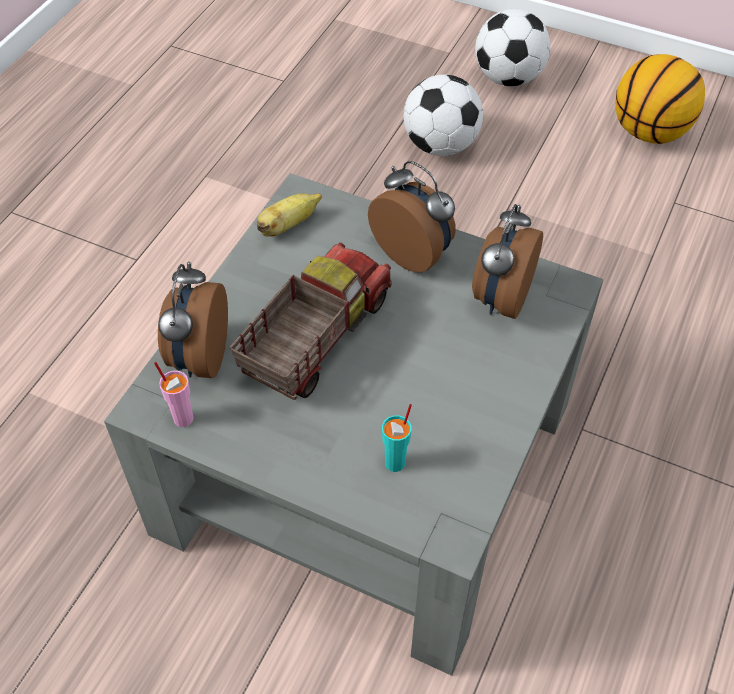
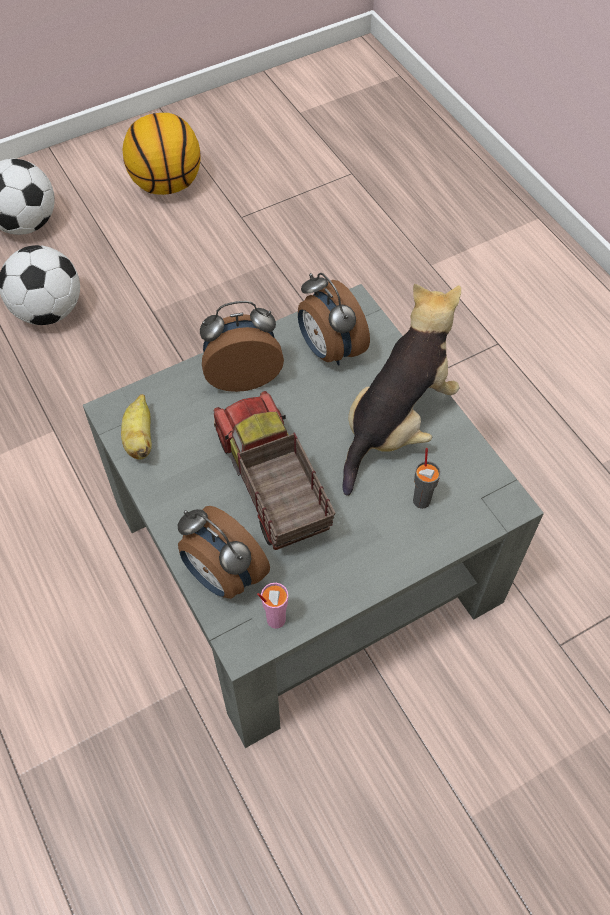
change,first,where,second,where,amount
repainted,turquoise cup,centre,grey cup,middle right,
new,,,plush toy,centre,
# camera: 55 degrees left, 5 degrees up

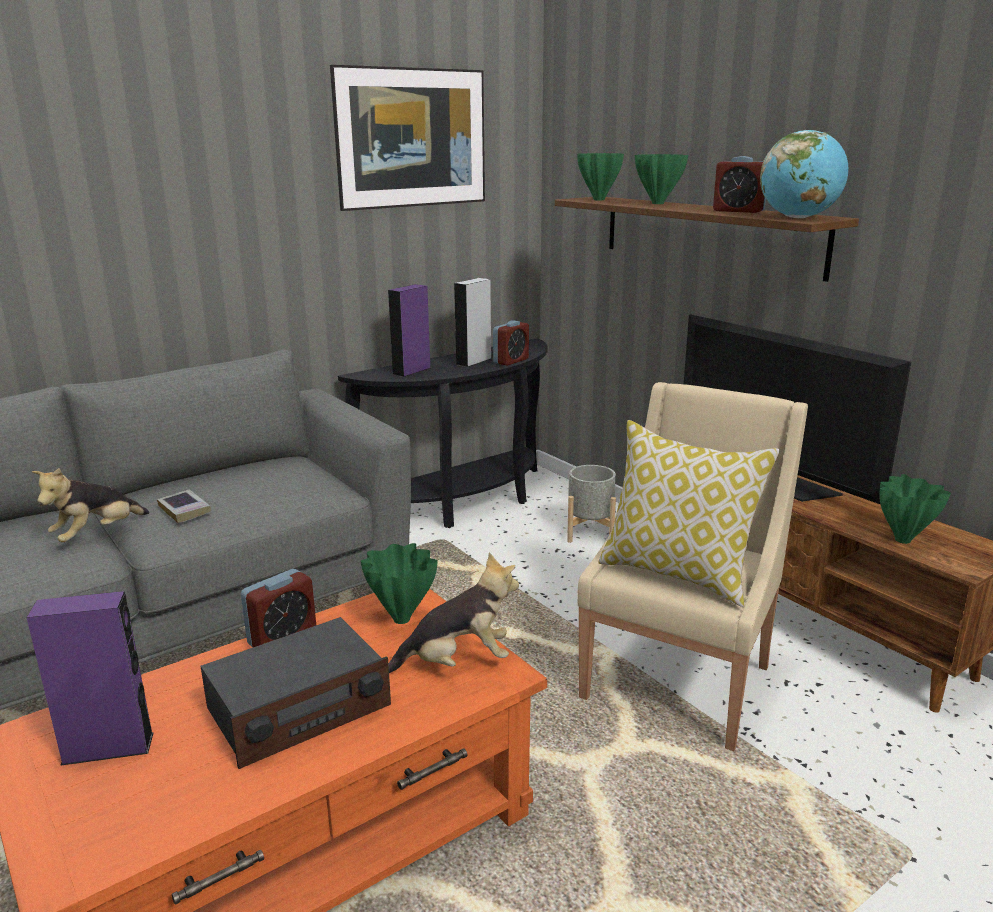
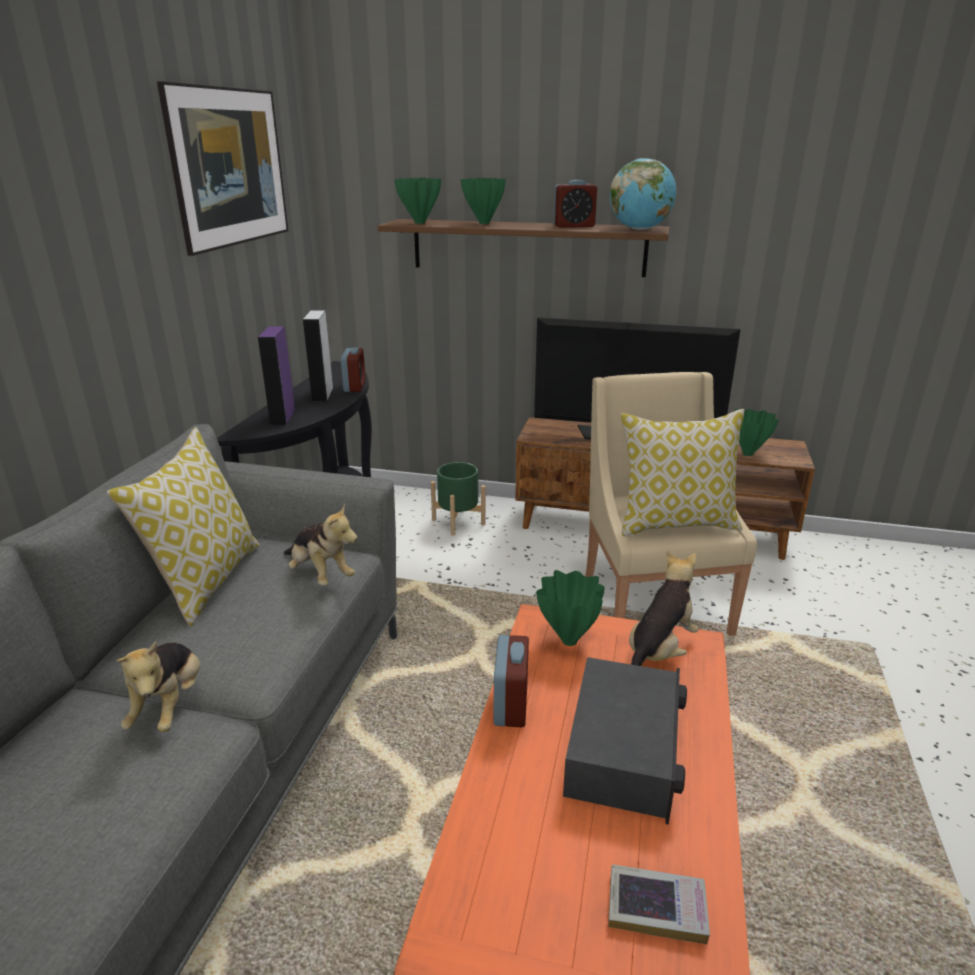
change,first,where,second,where,amount
repainted,grey planter,centre,green planter,centre,
shifted,book,middle left,,bottom right,
gone,purple speaker (no. 1 from left),bottom left,,,
new,,,pillow (no. 1 from left),middle left,
new,,,plush toy (no. 2 from left),middle left,
# camera: 40 degrees left, 5 degrees up

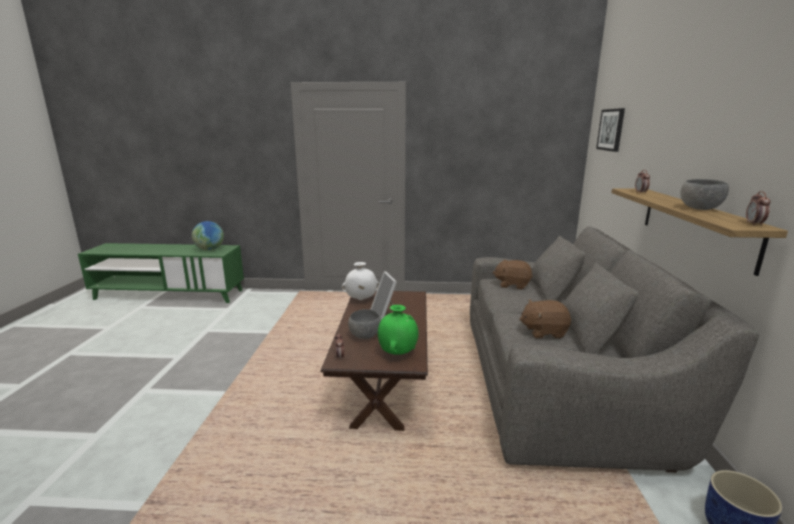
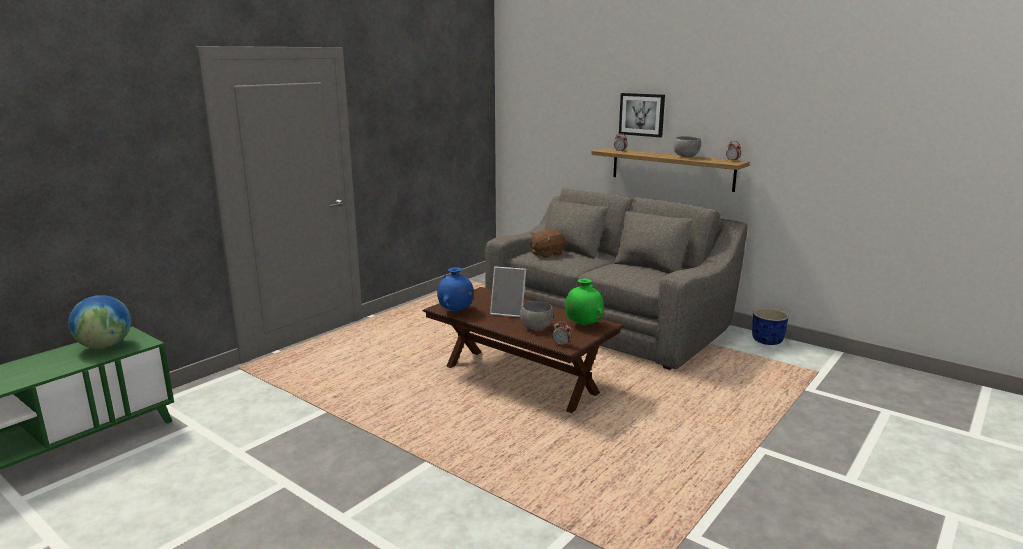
change,first,where,second,where,amount
shifted,picture,top right,,top centre,
repainted,white vase,centre,blue vase,centre,
gone,brown plush toy (no. 2 from left),middle right,,,
# camera: 55 degrees left, 0 degrees up

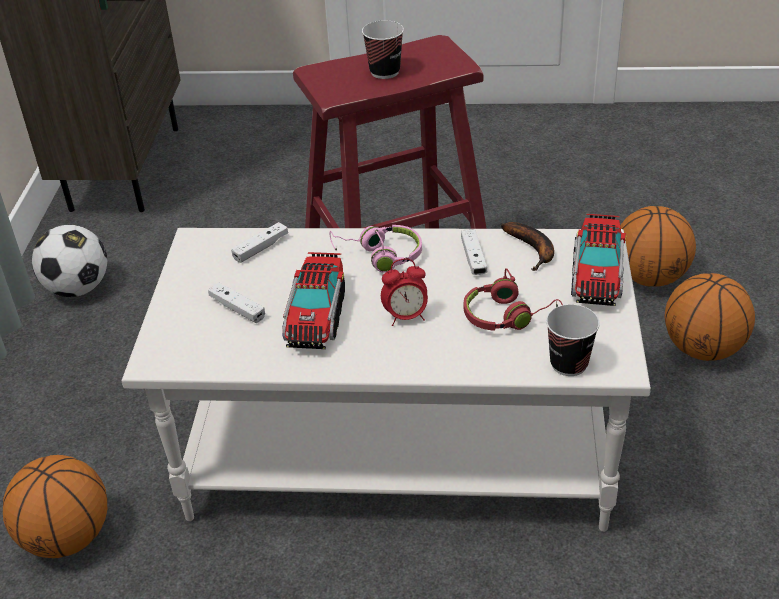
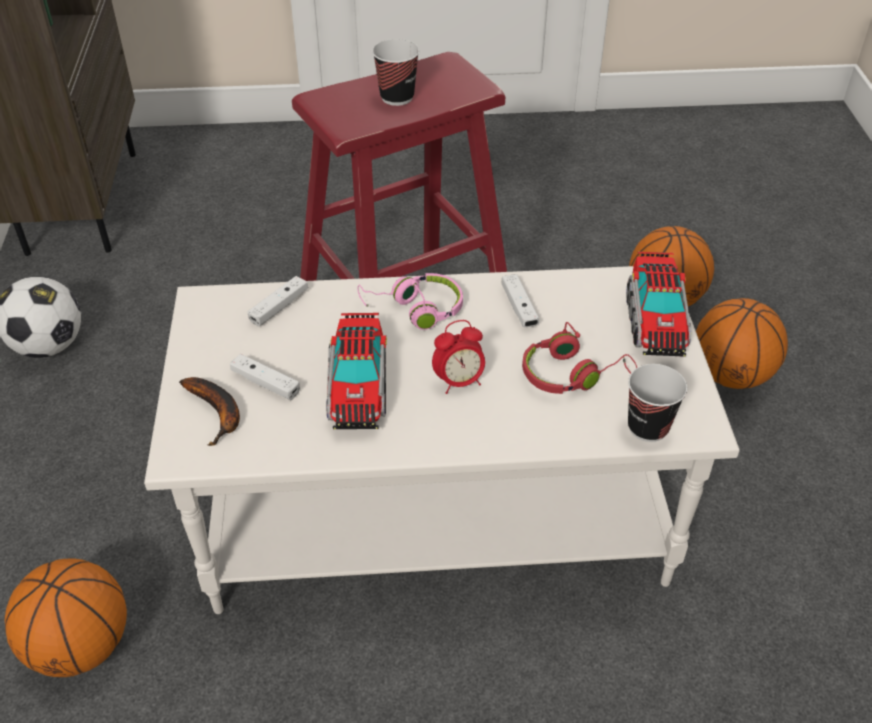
change,first,where,second,where,amount
shifted,banana,middle right,,middle left,
# camera: 10 degrees left, 5 degrees up

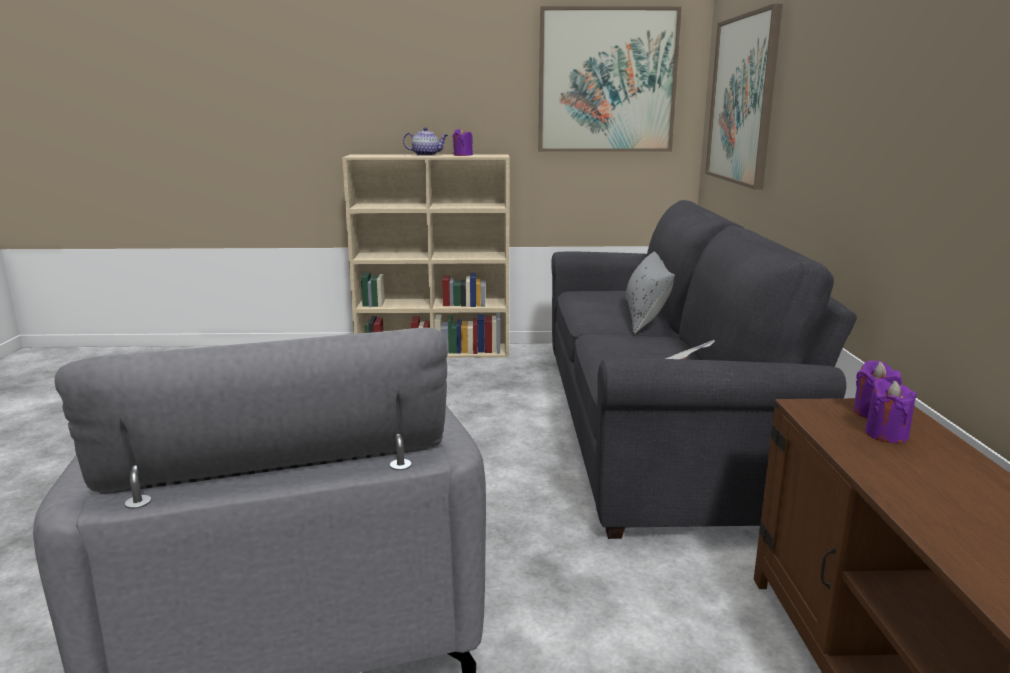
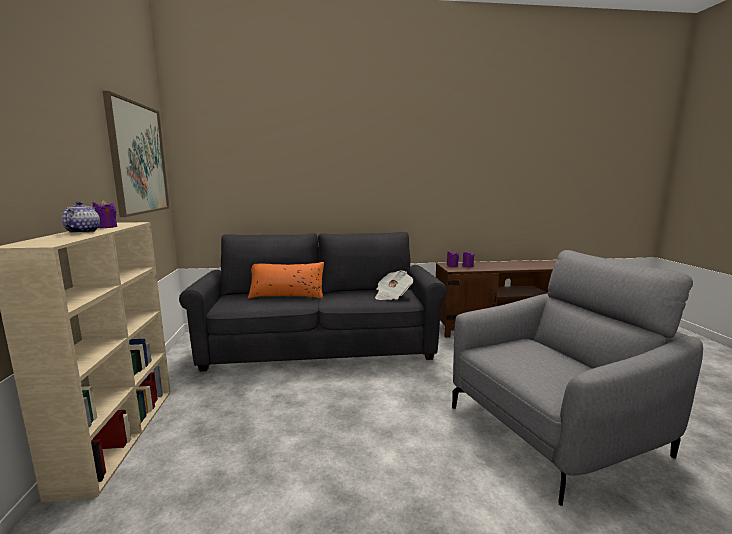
change,first,where,second,where,amount
gone,picture (no. 2 from left),top right,,,
repainted,grey pillow,centre,orange pillow,centre,
# camera: 95 degrees left, 5 degrees down

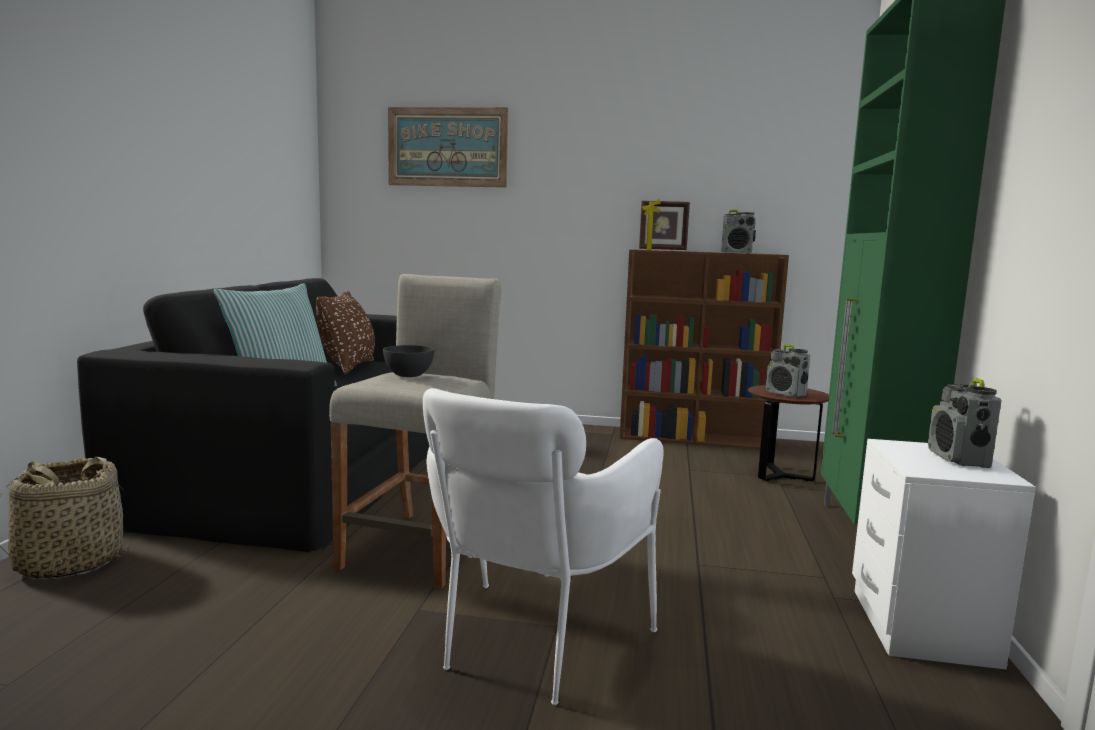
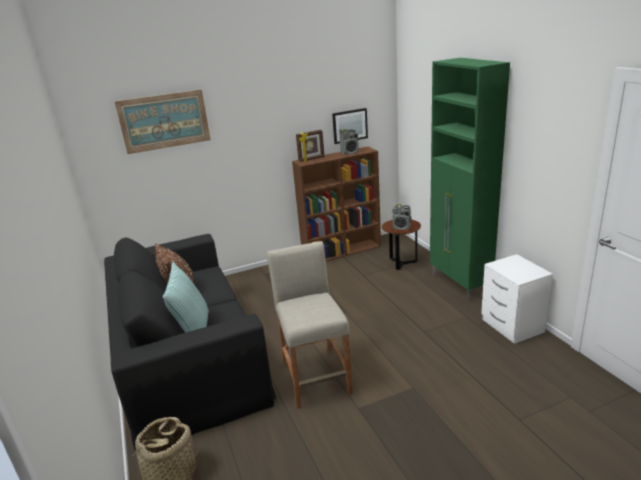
change,first,where,second,where,amount
gone,grey bowl,centre,,,
gone,radio (no. 3 from left),middle right,,,
gone,white armchair,bottom centre,,,
new,,,picture (no. 2 from left),top centre,
# camera: 30 degrees left, 15 degrees up

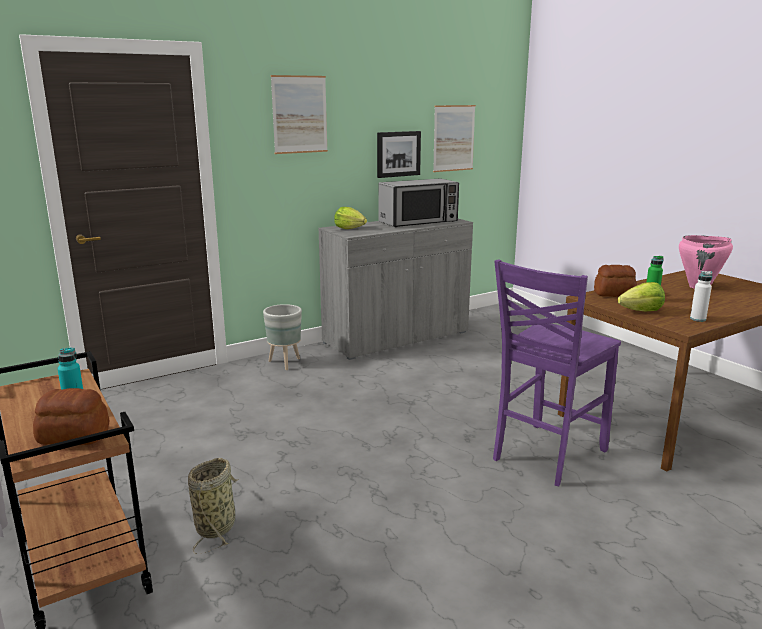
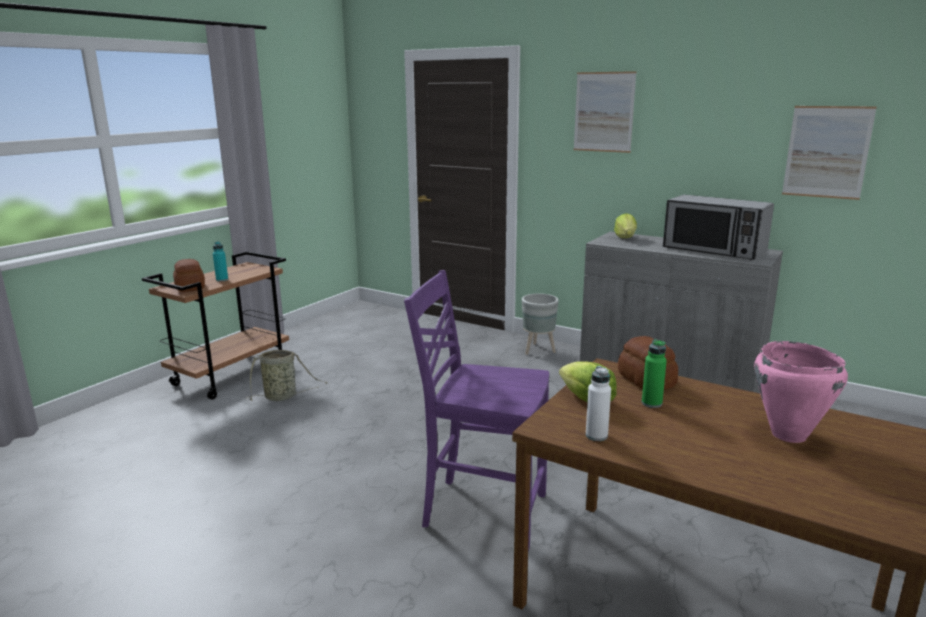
change,first,where,second,where,amount
gone,picture (no. 2 from left),top centre,,,
# camera: 65 degrees right, 0 degrees up

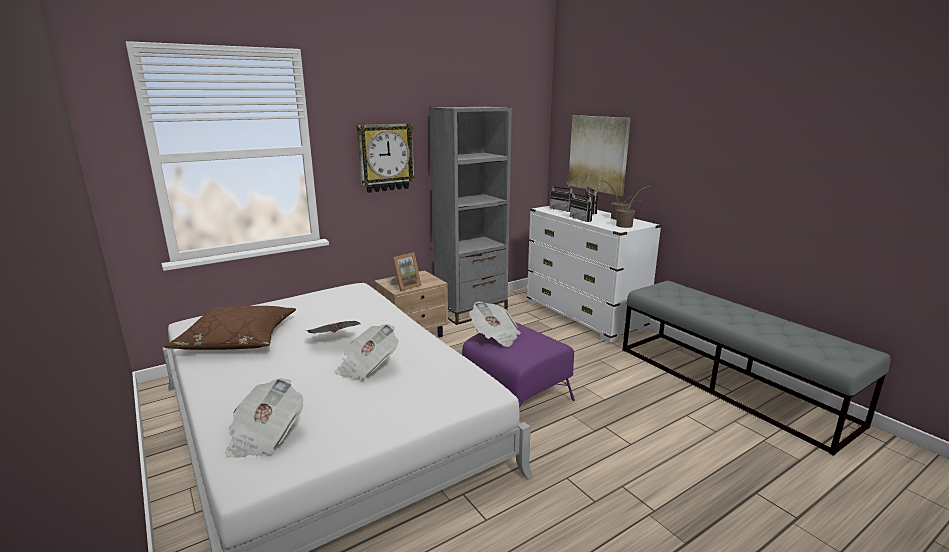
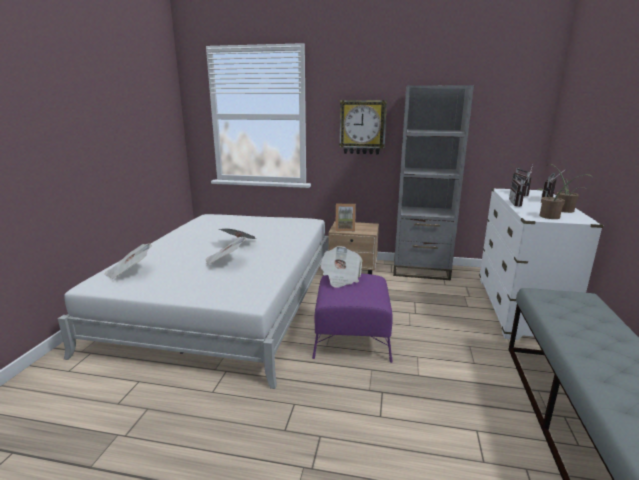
change,first,where,second,where,amount
gone,picture,top centre,,,
gone,brown pillow,middle left,,,
# camera: 45 degrees right, 0 degrees up

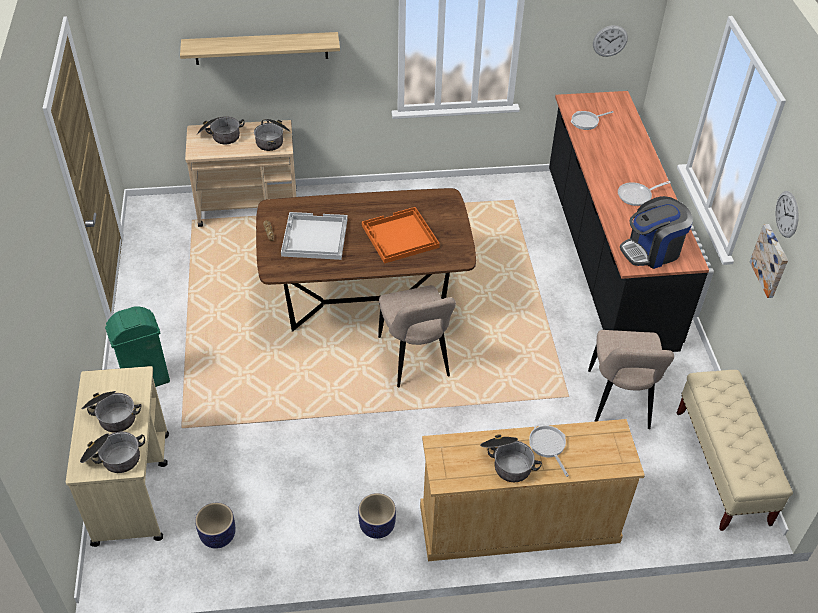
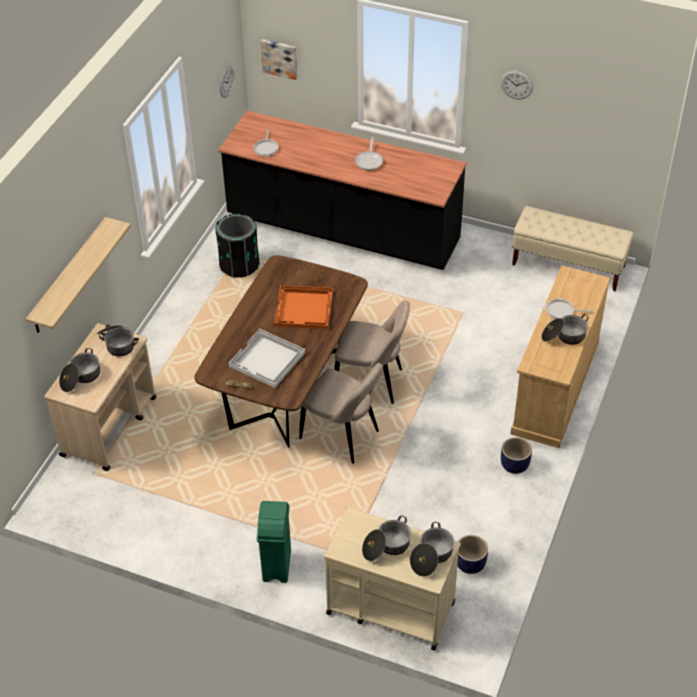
change,first,where,second,where,amount
gone,coffee machine,middle right,,,
shifted,picture,middle right,,top centre,
shifted,beige chair (no. 2 from left in the first image),middle right,beige chair (no. 1 from left),centre,
new,,,black trash can,centre,
# camera: 60 degrees left, 0 degrees up

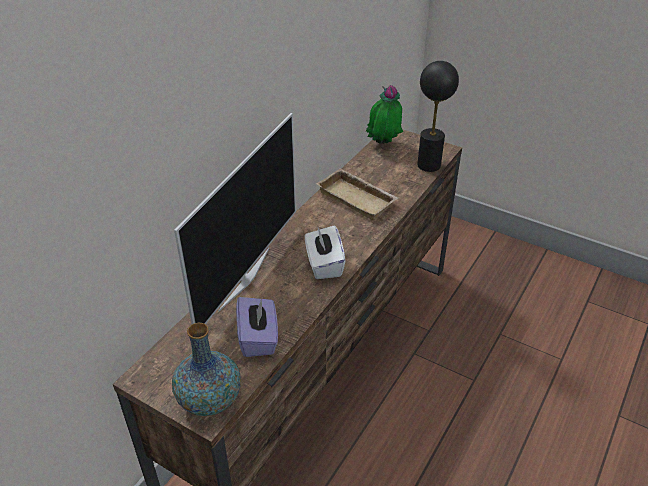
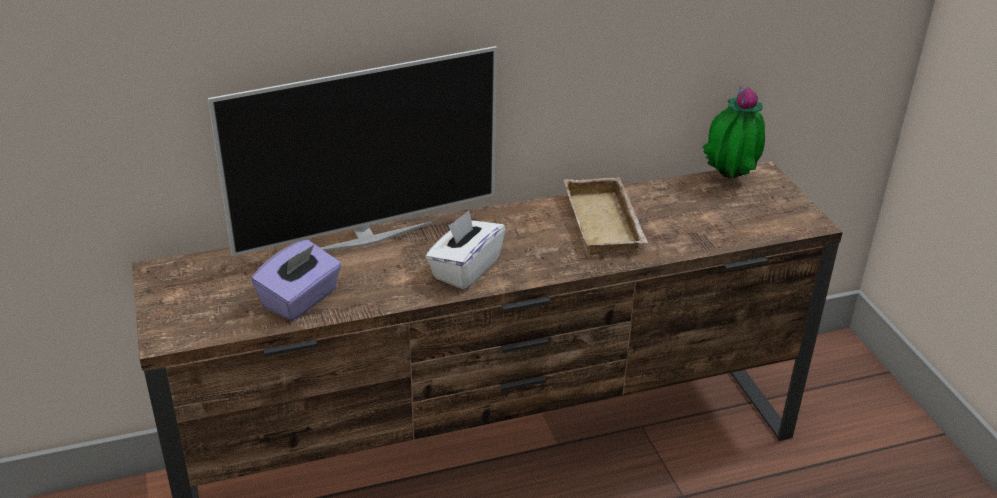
change,first,where,second,where,amount
gone,black table lamp,top right,,,
gone,vase,bottom left,,,
# camera: 40 degrees right, 5 degrees down

